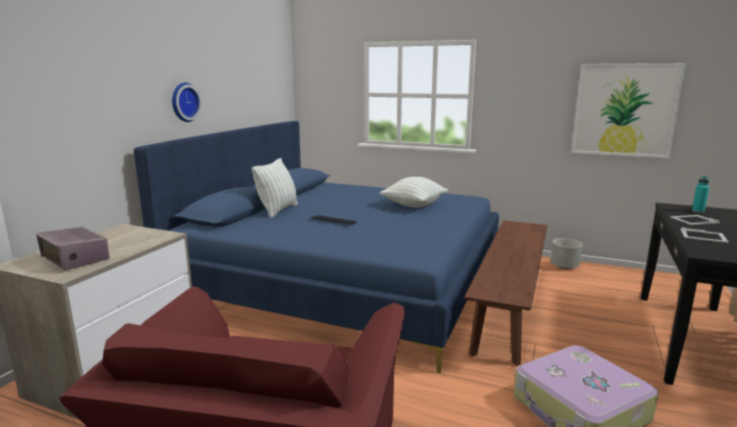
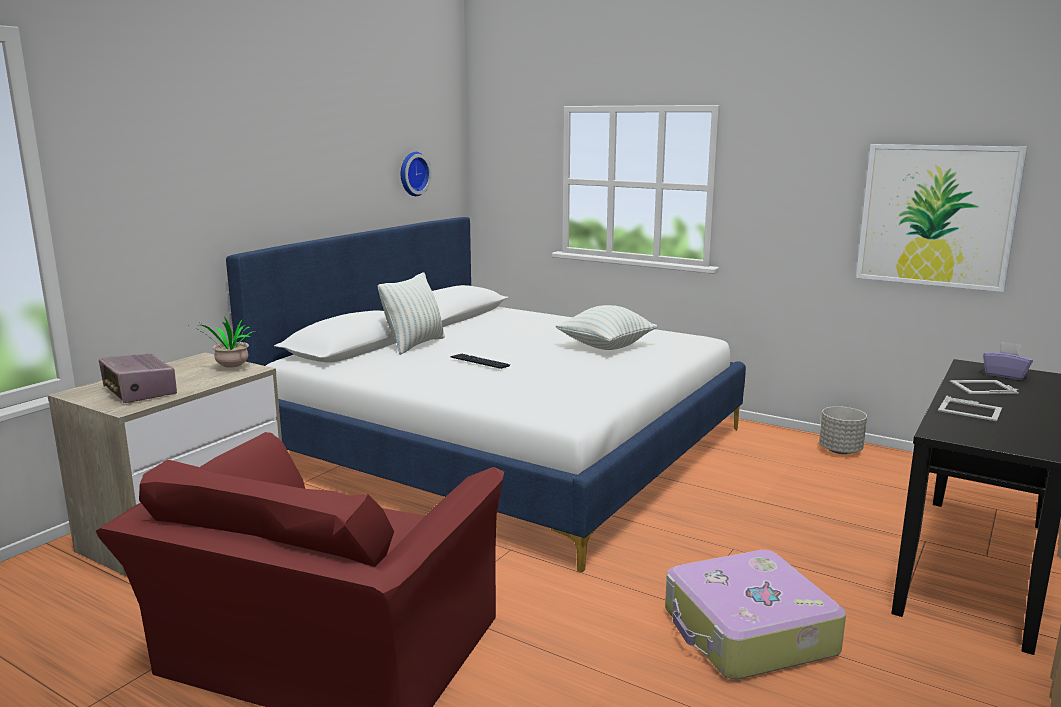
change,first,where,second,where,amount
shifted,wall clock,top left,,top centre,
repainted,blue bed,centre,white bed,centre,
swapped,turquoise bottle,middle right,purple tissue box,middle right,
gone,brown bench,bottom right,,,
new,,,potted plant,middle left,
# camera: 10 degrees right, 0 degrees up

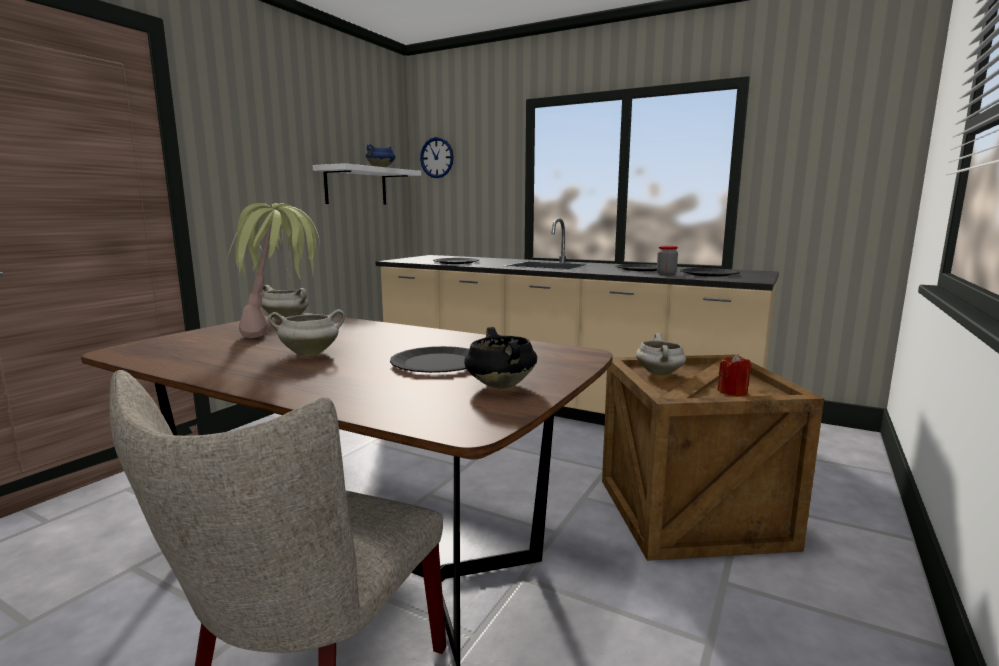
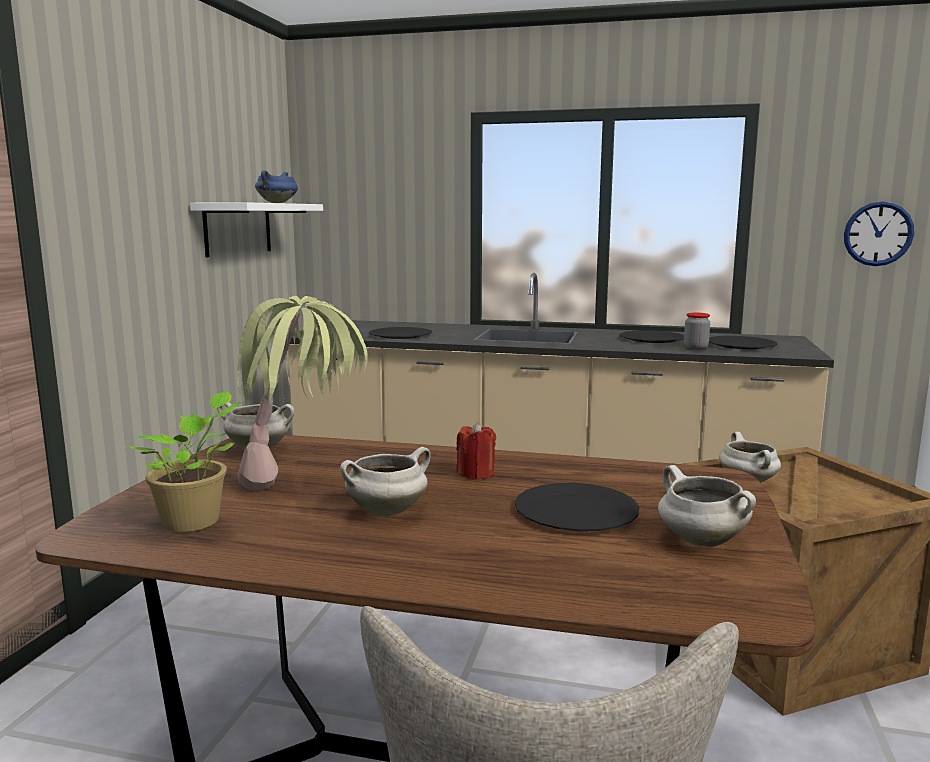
change,first,where,second,where,amount
shifted,wall clock,top centre,,top right,
repainted,black cooking pot,centre,white cooking pot (no. 3 from left),middle right,
shifted,red candle,middle right,,centre,
new,,,potted plant (no. 1 from left),middle left,
# camera: 15 degrees left, 0 degrees up

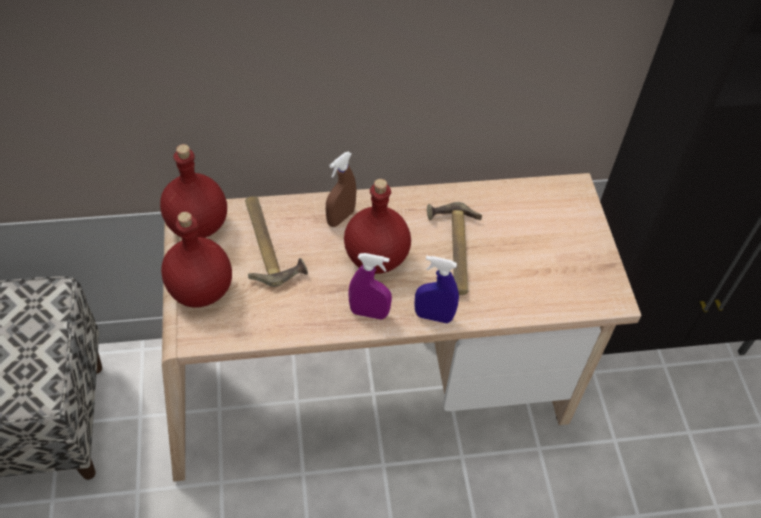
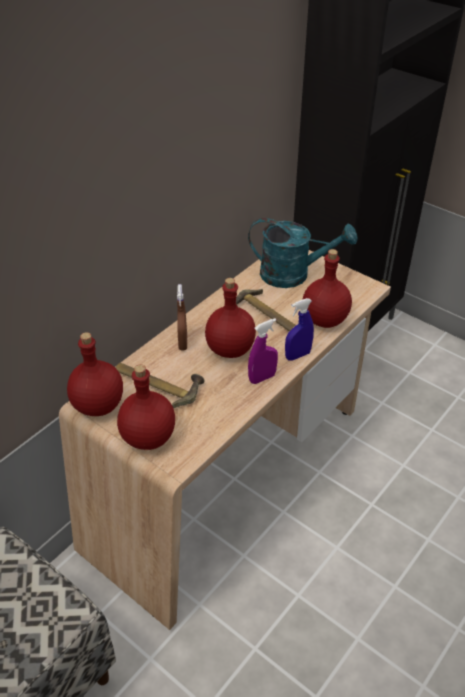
change,first,where,second,where,amount
new,,,turquoise watering can,centre,
new,,,red bottle (no. 4 from left),middle right,
# camera: 40 degrees left, 10 degrees down

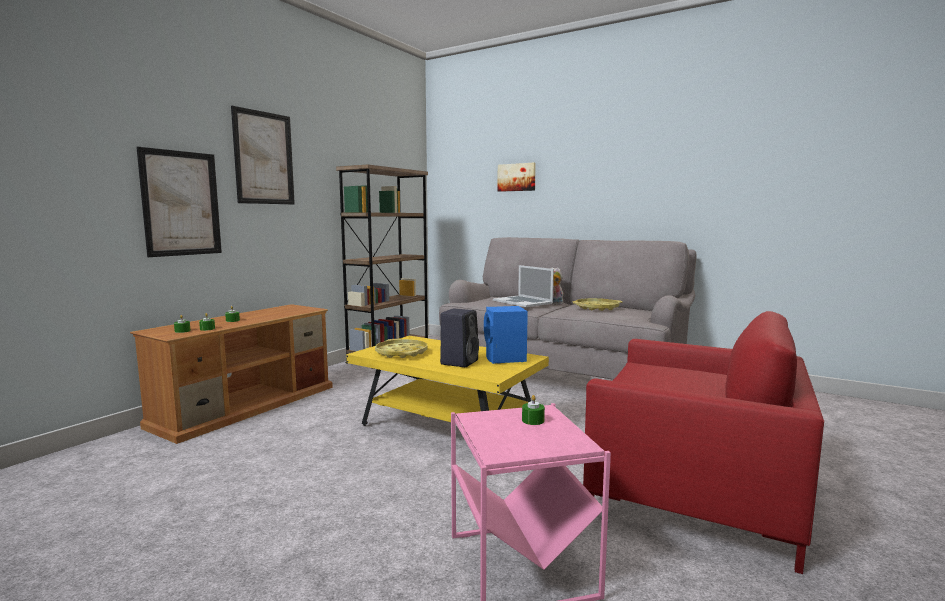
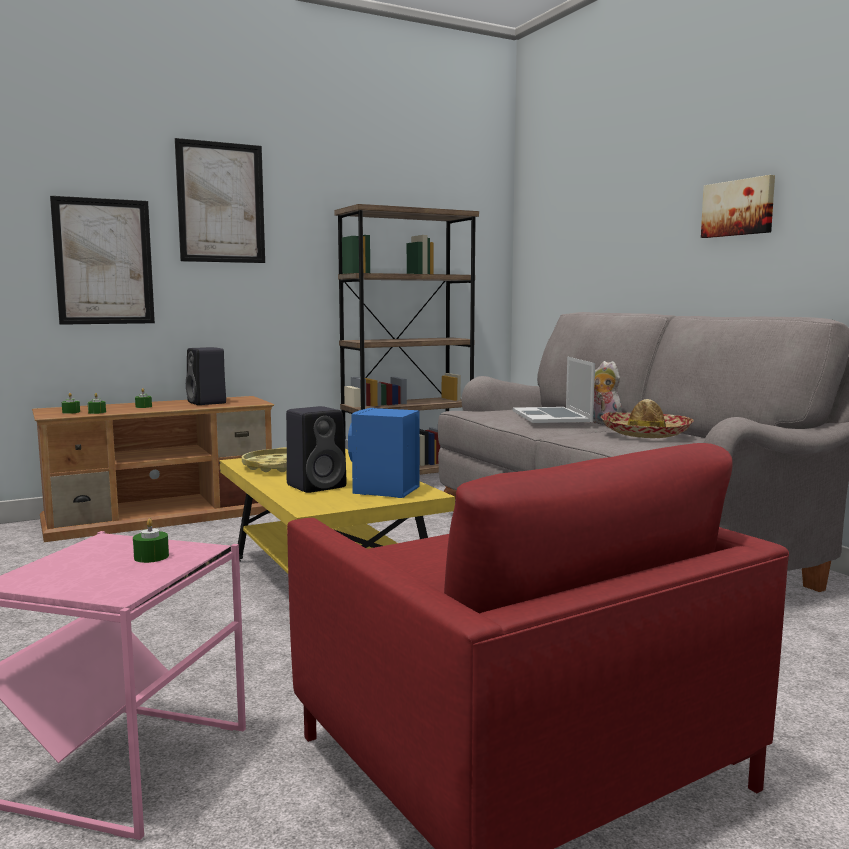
change,first,where,second,where,amount
shifted,picture (no. 3 from left),top centre,,top right,
swapped,yellow tray (no. 2 from left),centre,hat,middle right,
new,,,black speaker (no. 1 from left),middle left,
# camera: 30 degrees right, 0 degrees up

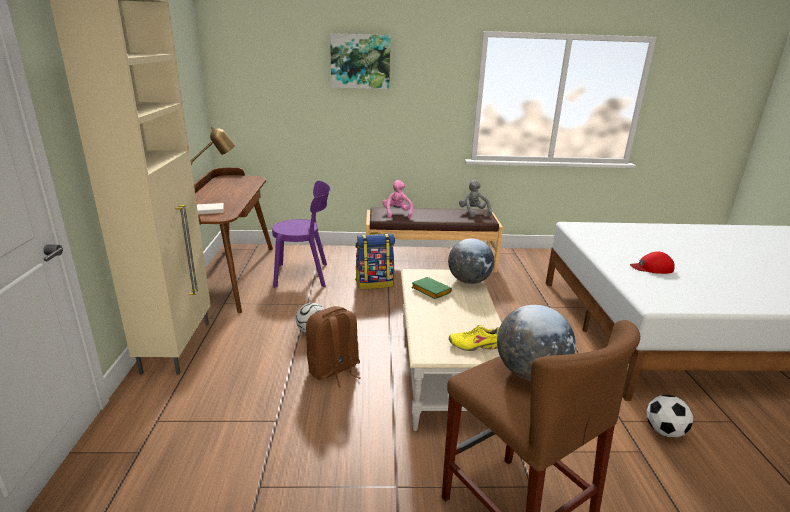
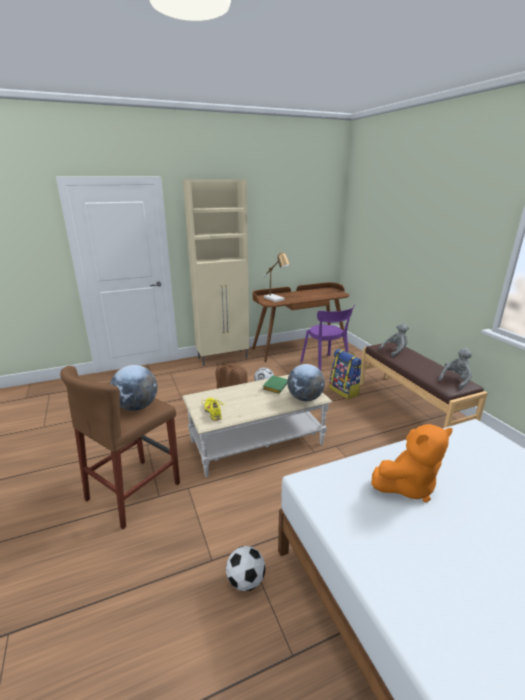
change,first,where,second,where,amount
gone,picture,top centre,,,
repainted,pink plush toy,centre,grey plush toy (no. 1 from left),middle right,
swapped,red cap,middle right,orange plush toy,middle right,
# camera: 70 degrees right, 0 degrees up

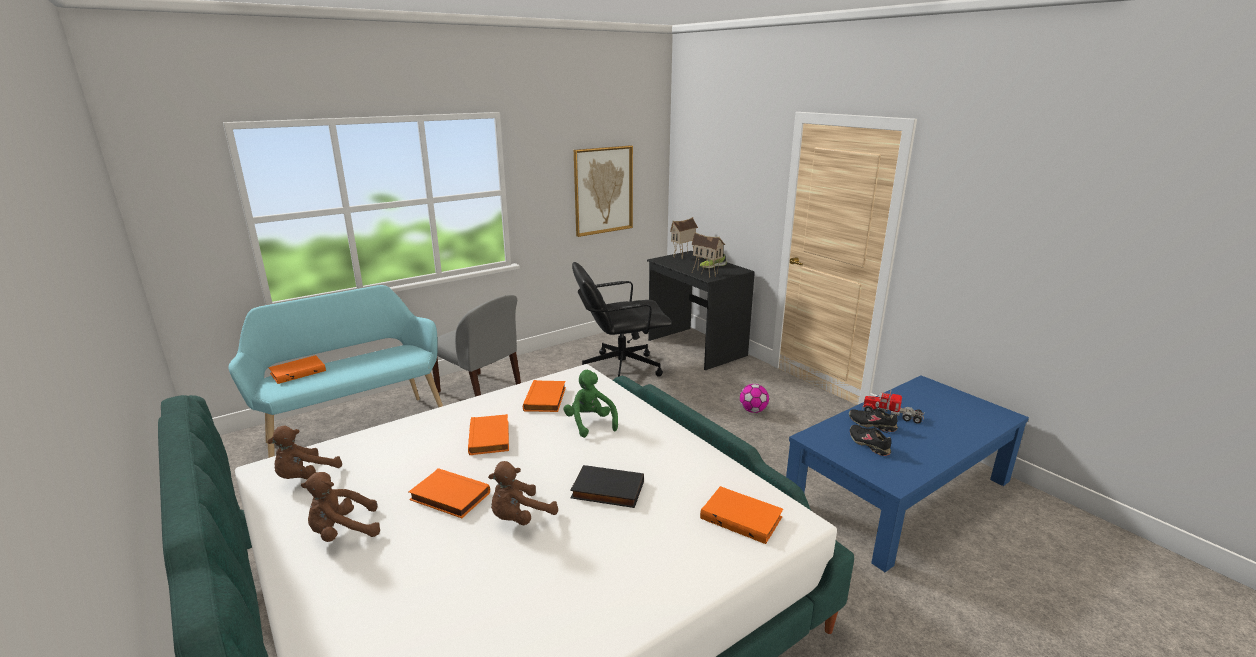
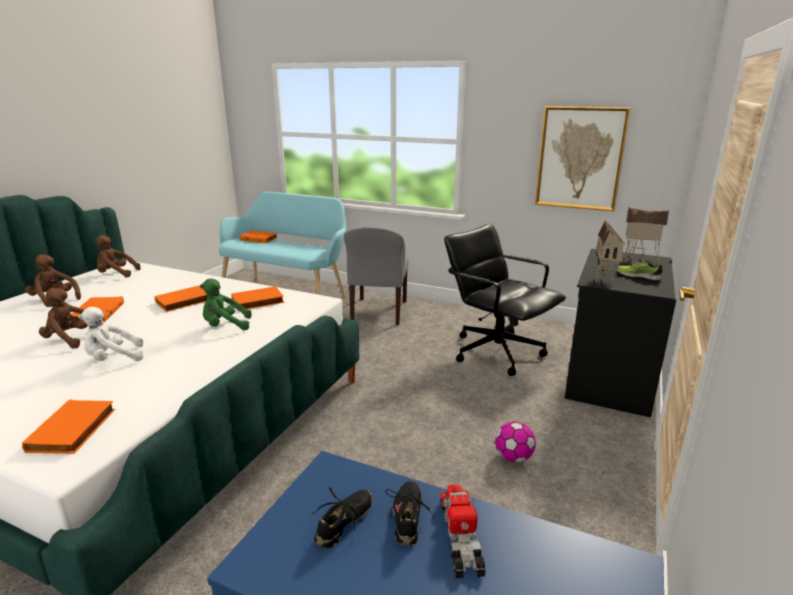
change,first,where,second,where,amount
rotated,green plush toy,centre,,middle left,135 degrees counterclockwise
swapped,black book,bottom centre,white plush toy,middle left,
# camera: 60 degrees right, 0 degrees up

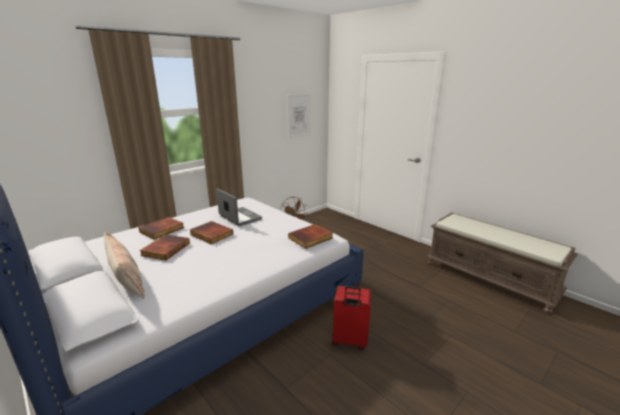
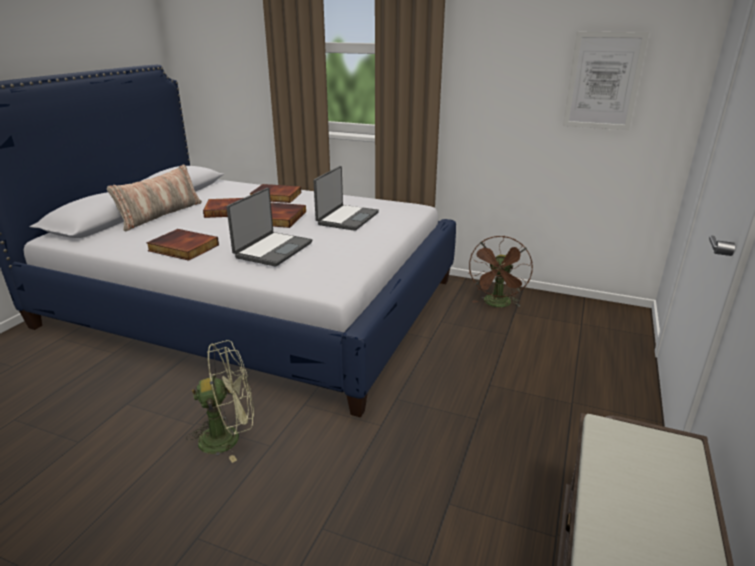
change,first,where,second,where,amount
shifted,book (no. 4 from left in the first image),centre,book (no. 1 from left),middle left,
swapped,red suitcase,bottom centre,green fan,bottom left,
new,,,laptop (no. 1 from left),centre,
# camera: 65 degrees right, 5 degrees up

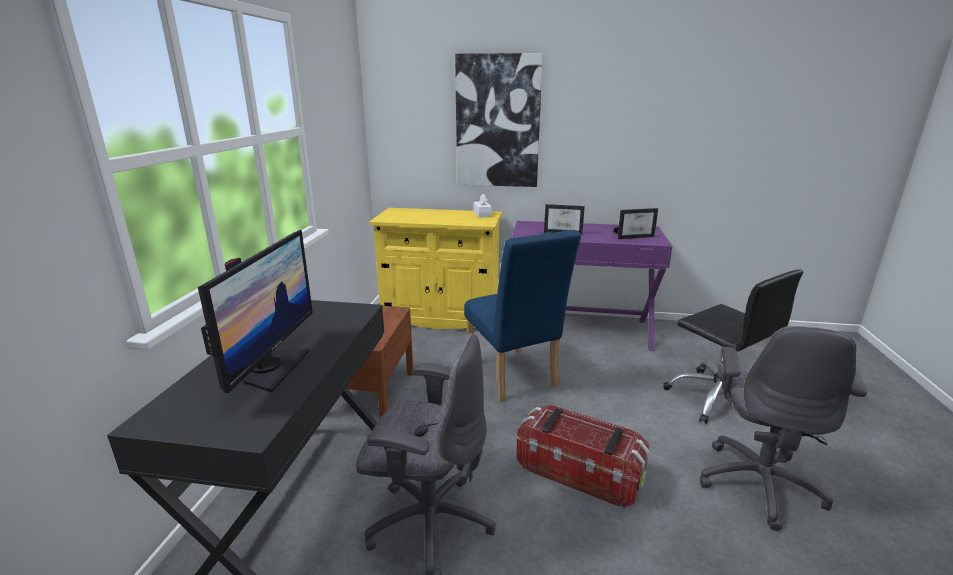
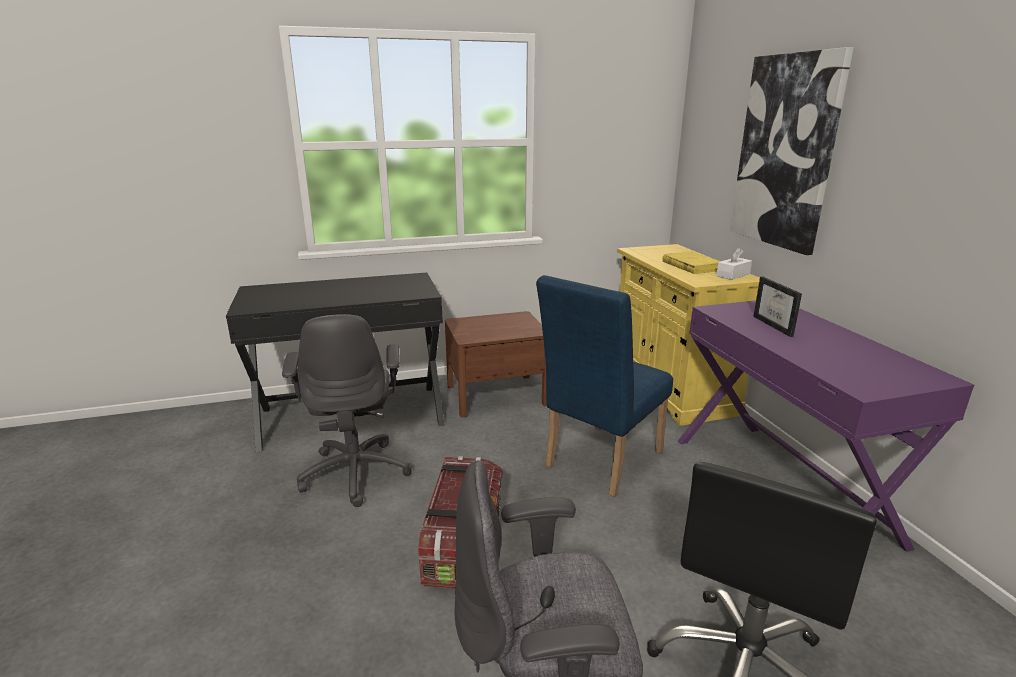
change,first,where,second,where,amount
gone,picture frame (no. 2 from left),centre,,,
gone,monitor,middle left,,,
new,,,yellow book,middle right,
# camera: 65 degrees right, 0 degrees up

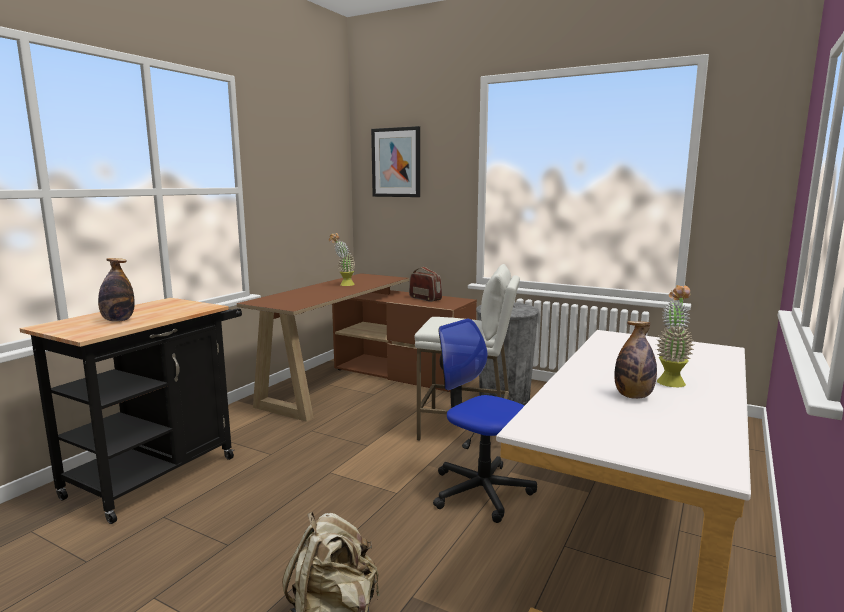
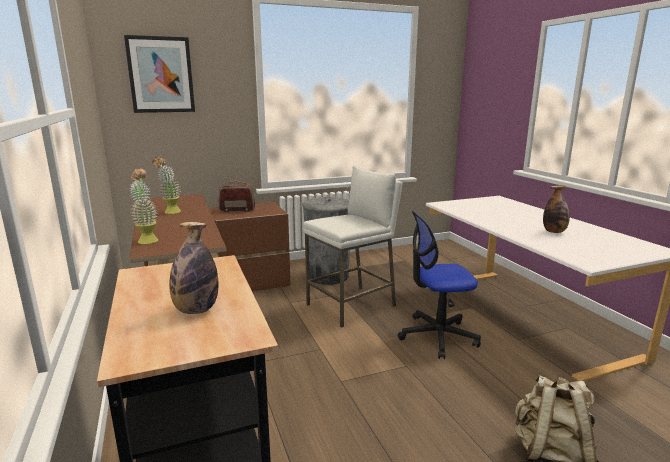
change,first,where,second,where,amount
shifted,potted plant (no. 2 from left in the first image),middle right,potted plant (no. 1 from left),middle left,
# camera: 50 degrees left, 5 degrees up

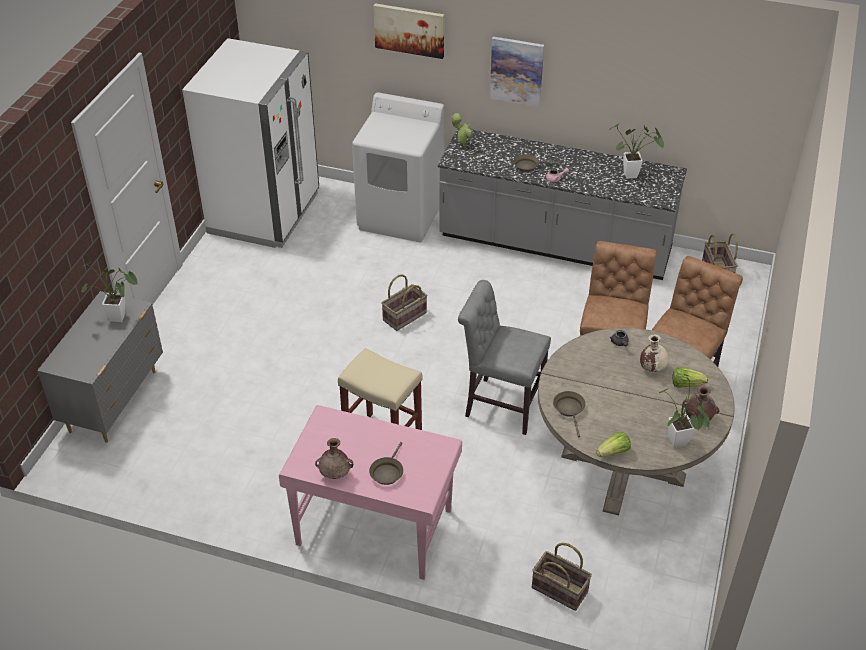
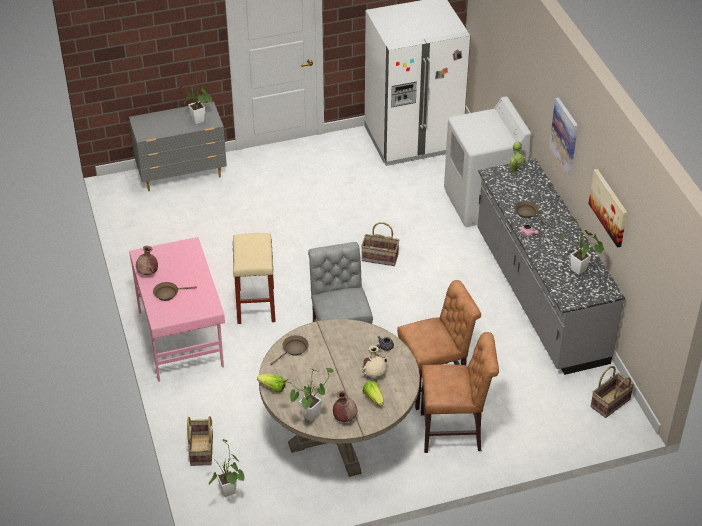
change,first,where,second,where,amount
shifted,picture (no. 1 from left in the first image),top centre,picture (no. 2 from left),middle right,
new,,,potted plant (no. 2 from left),bottom left,
# camera: 55 degrees right, 0 degrees up

